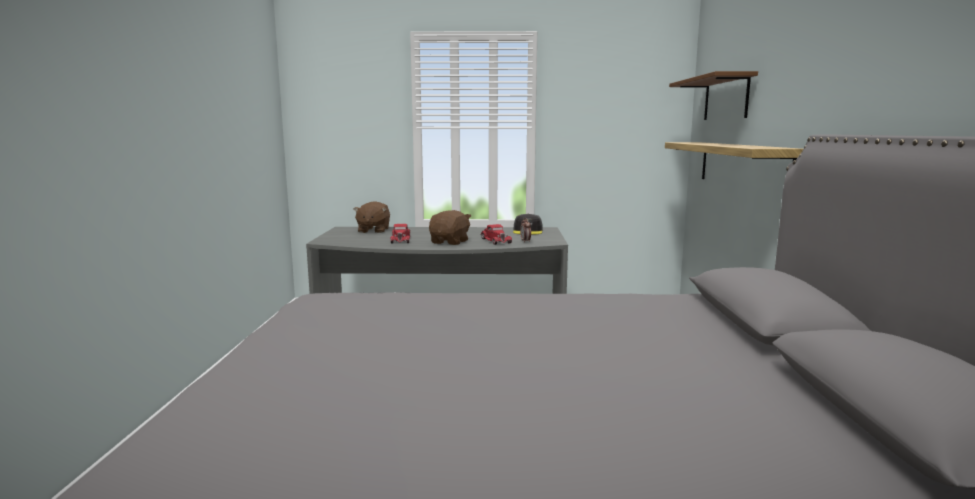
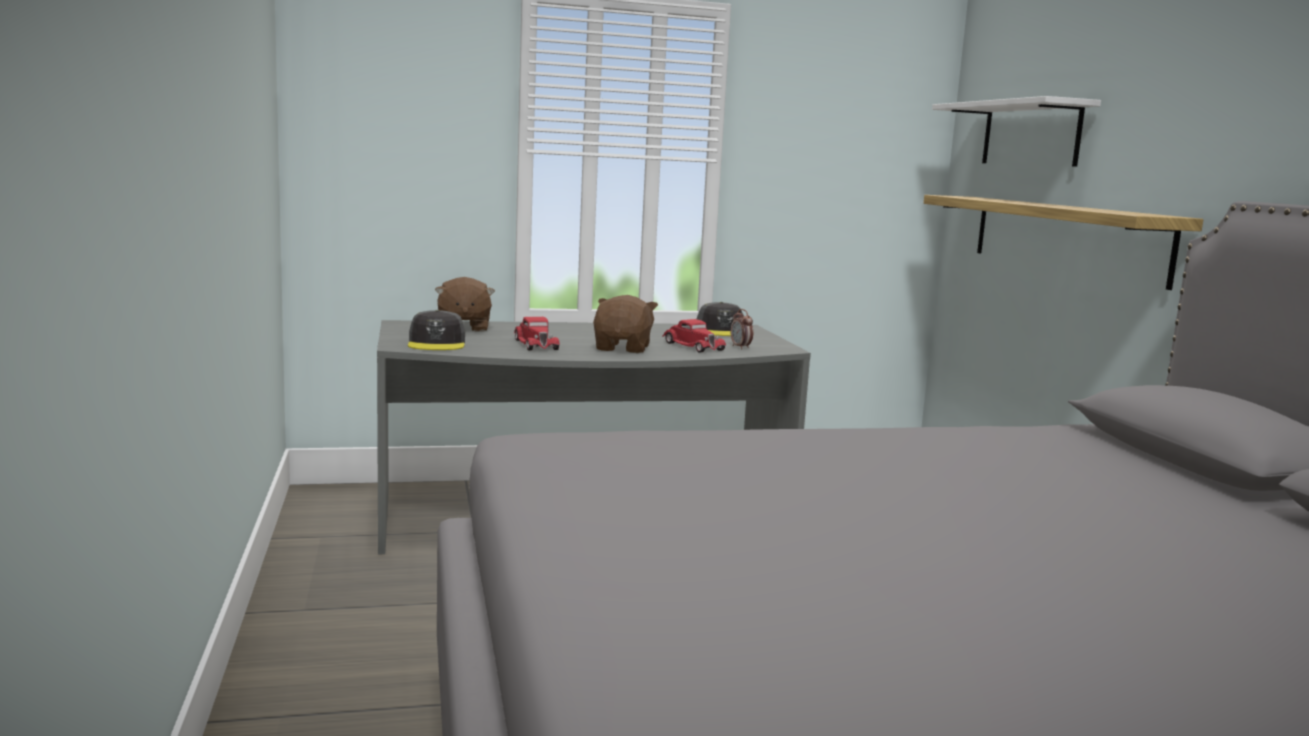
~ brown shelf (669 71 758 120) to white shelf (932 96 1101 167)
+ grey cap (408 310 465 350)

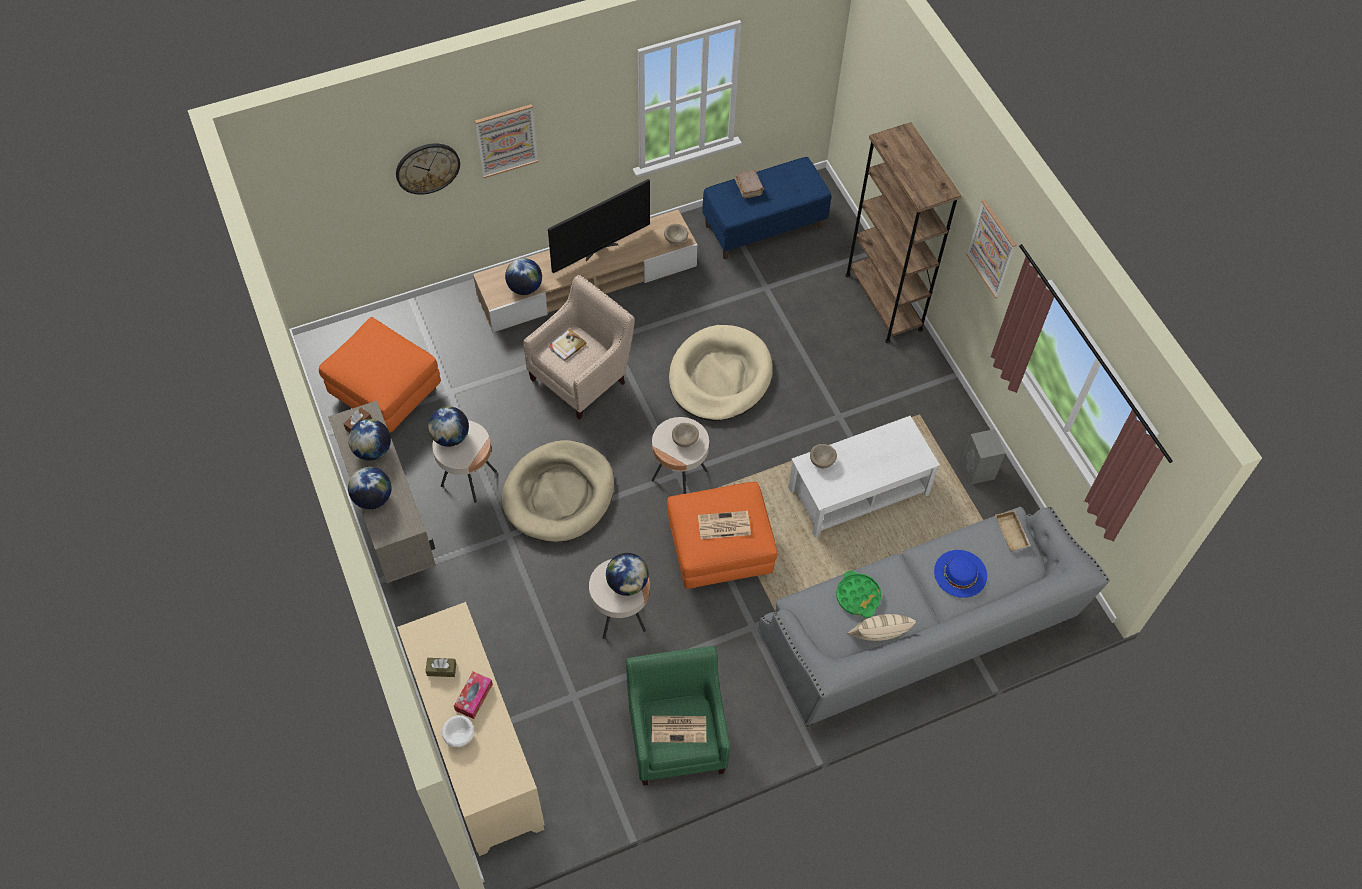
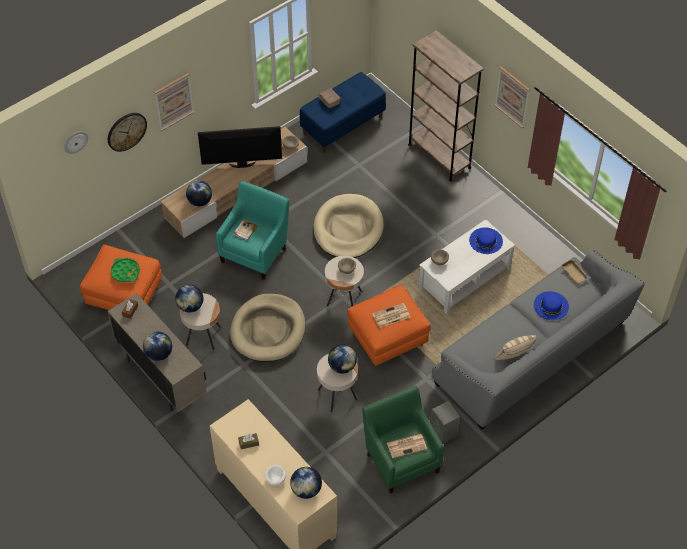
~ television (548 179 650 273) = (198 126 282 168) 135 degrees counterclockwise
~ beige armchair (523 275 635 420) to turquoise armchair (216 181 289 280)
~ globe (348 419 391 461) to (290 467 322 499)
~ grey speaker (961 429 1005 484) to (431 401 460 444)
~ green tray (836 570 882 618) to (111 258 140 282)
- tissue box (454 672 493 719)
+ wall clock (64 131 88 154)
+ blue hat (469 228 503 254)

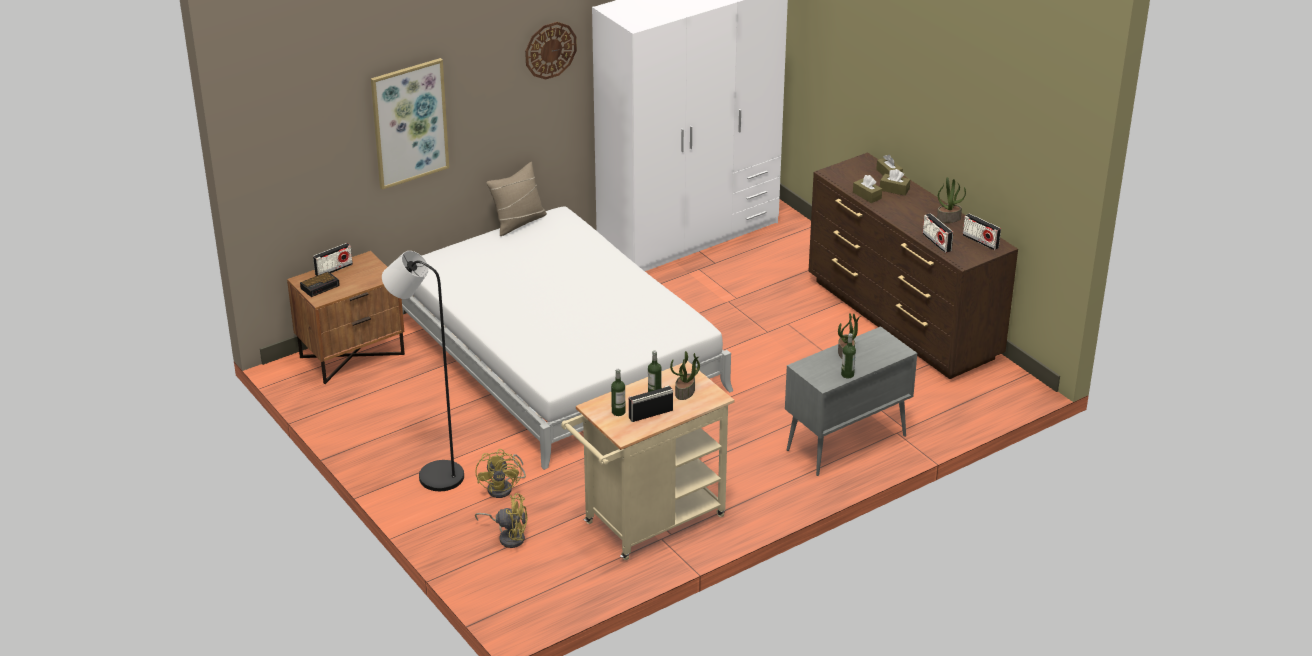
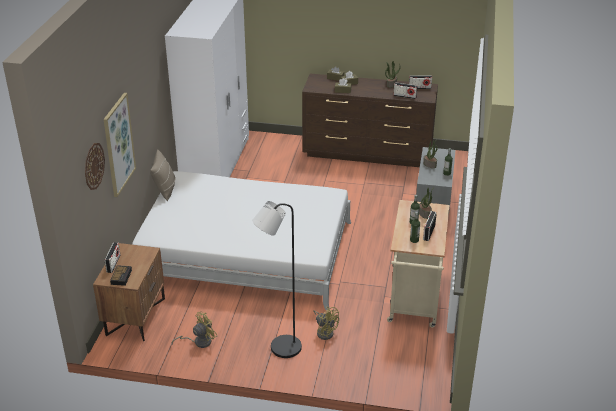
~ wall clock (525 22 577 80) to (85 143 105 190)
~ yellow fan (475 493 528 548) to (172 312 217 348)

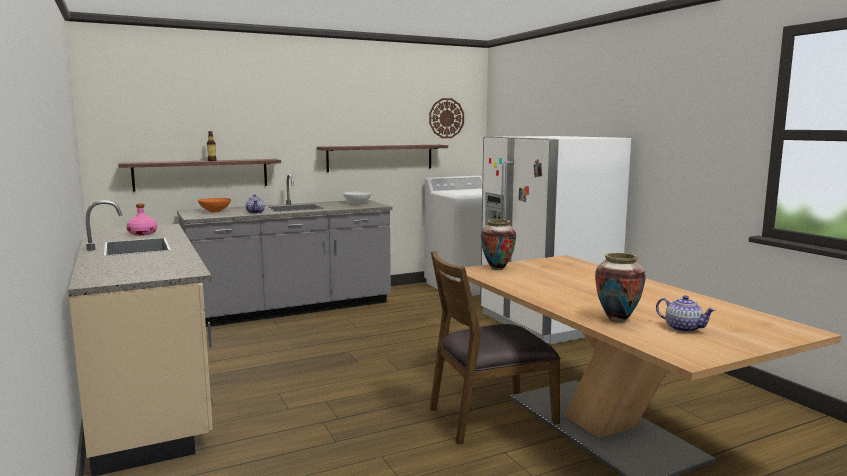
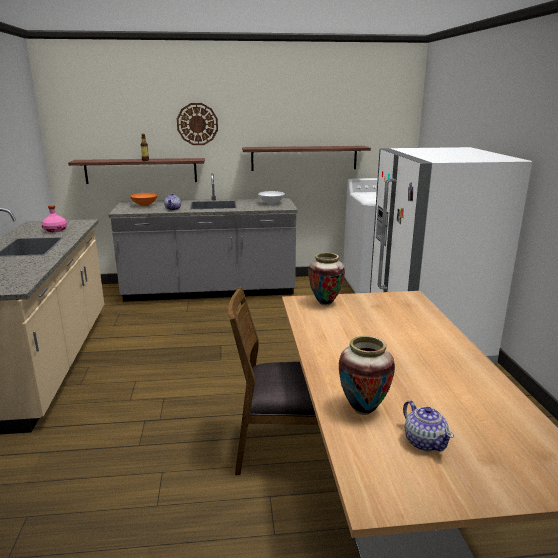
~ wall clock (429 98 464 138) to (177 103 218 145)

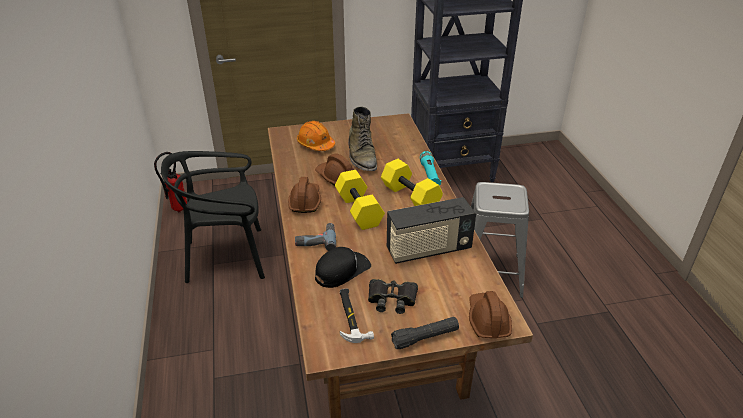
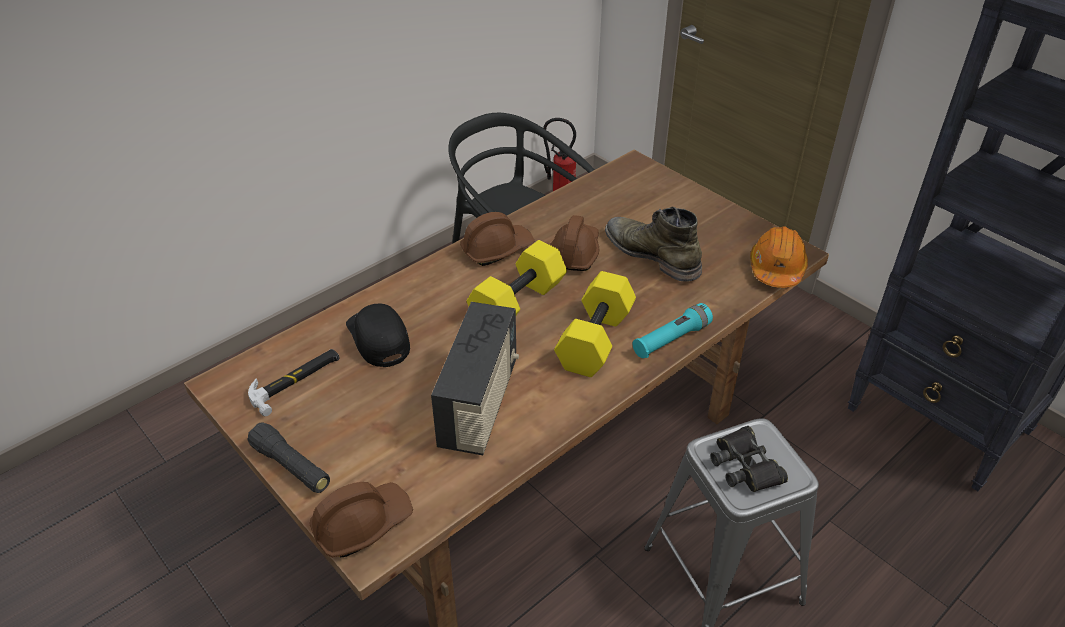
~ green boot (348 106 377 171) = (605 207 702 282) 90 degrees clockwise
~ orange hard hat (297 121 335 151) to (750 226 808 288)
~ radio (387 197 476 264) = (431 302 519 455) 120 degrees counterclockwise
- power drill (295 223 336 251)
~ black cap (315 247 371 288) = (346 303 410 367) 135 degrees counterclockwise
~ black binoculars (368 279 418 314) to (710 426 788 492)

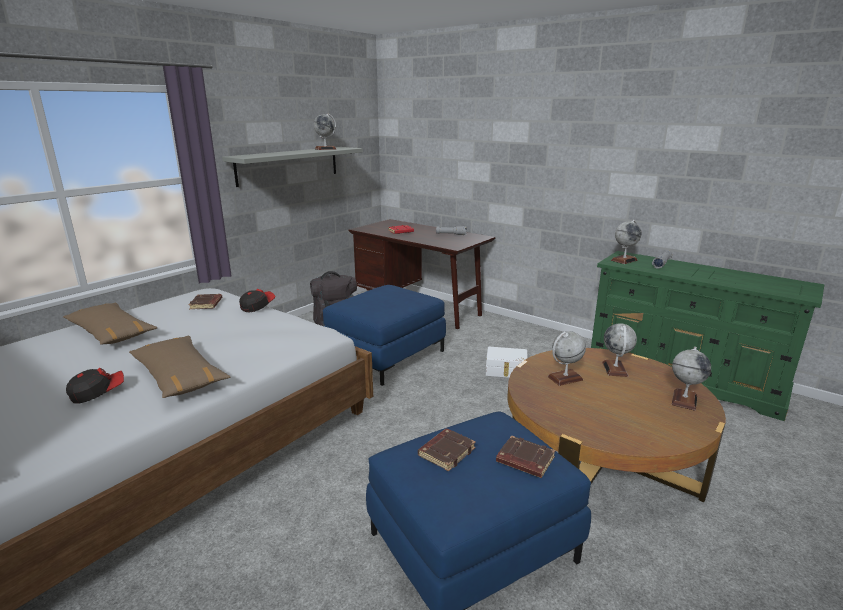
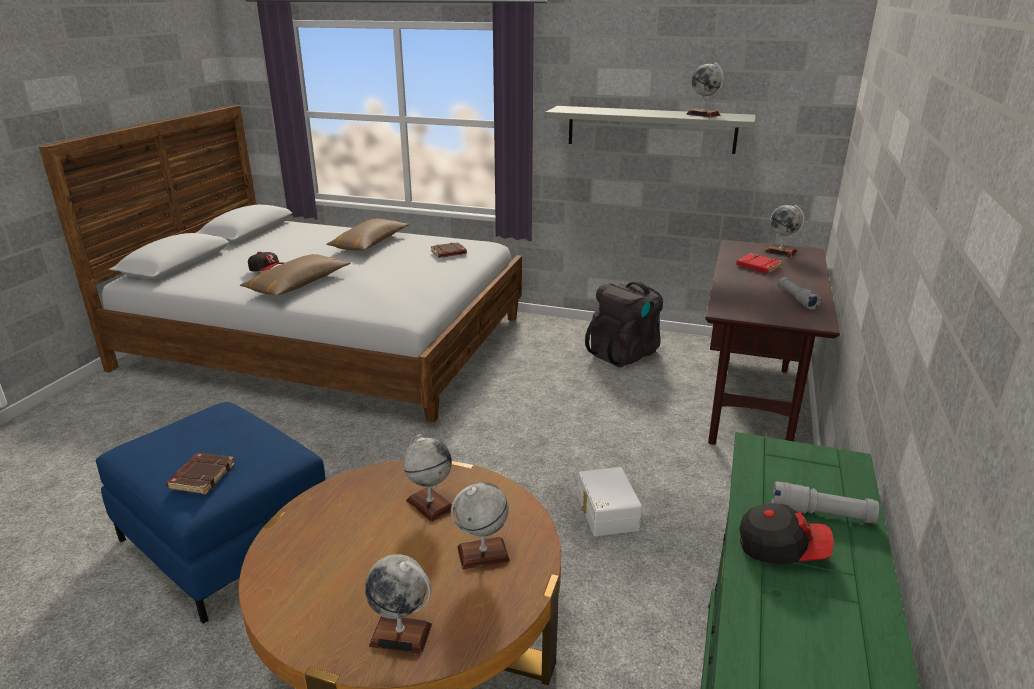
~ globe (611 220 641 264) to (764 205 805 257)
- blue ottoman (323 285 446 386)
~ cap (239 289 276 313) to (739 503 834 564)
- brown book (418 429 476 471)

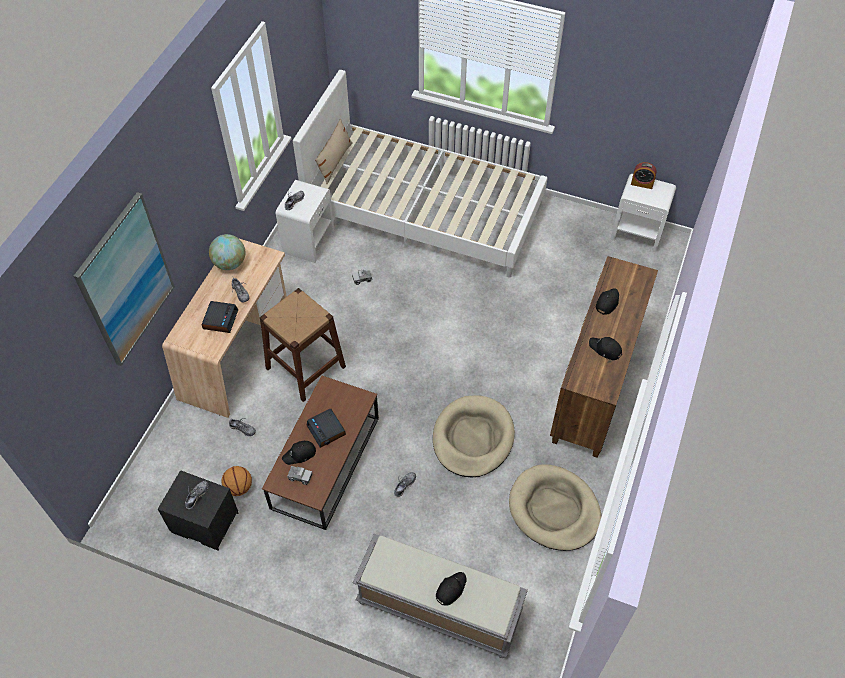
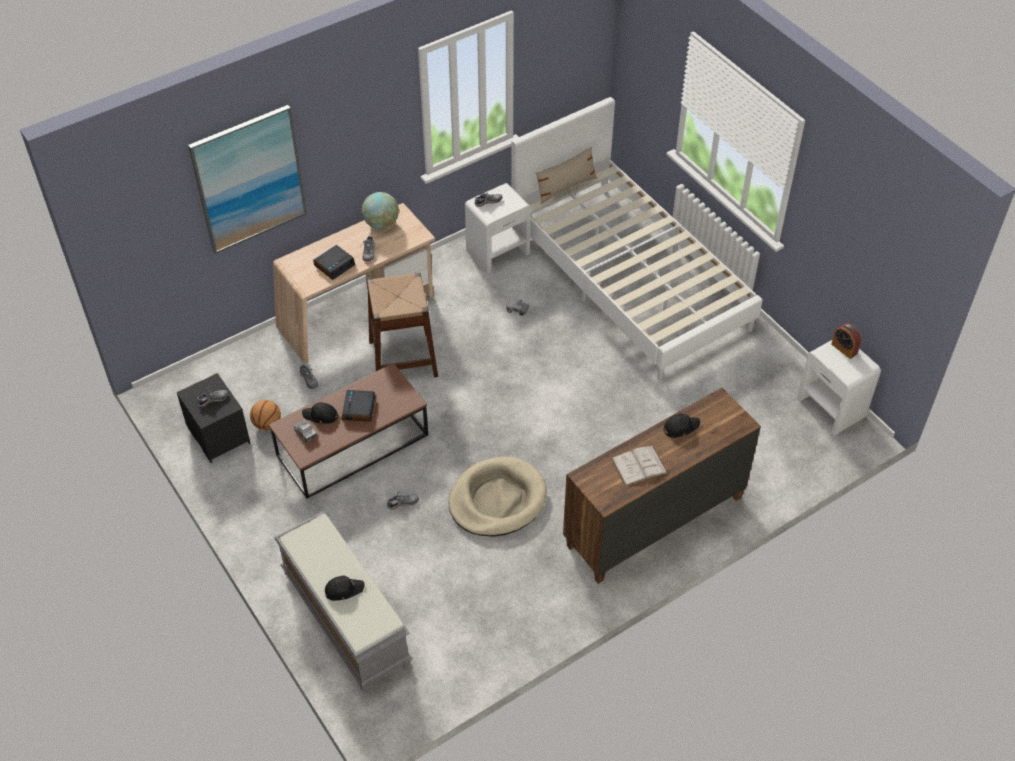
~ black cap (589 337 622 360) to white book (611 446 668 486)
- beige dog bed (509 464 601 551)

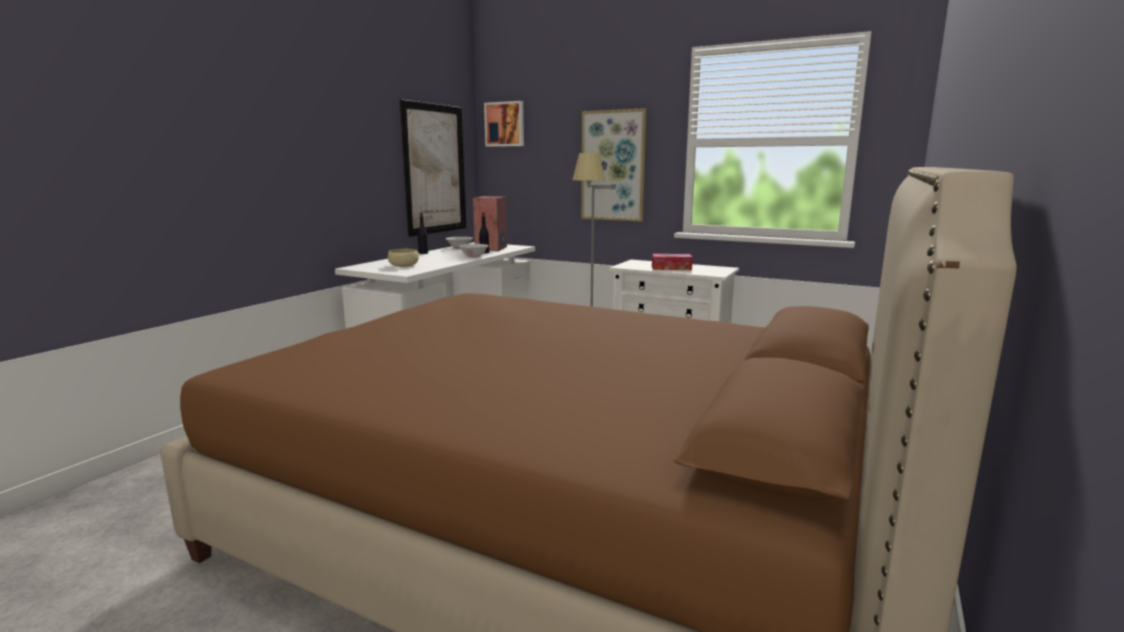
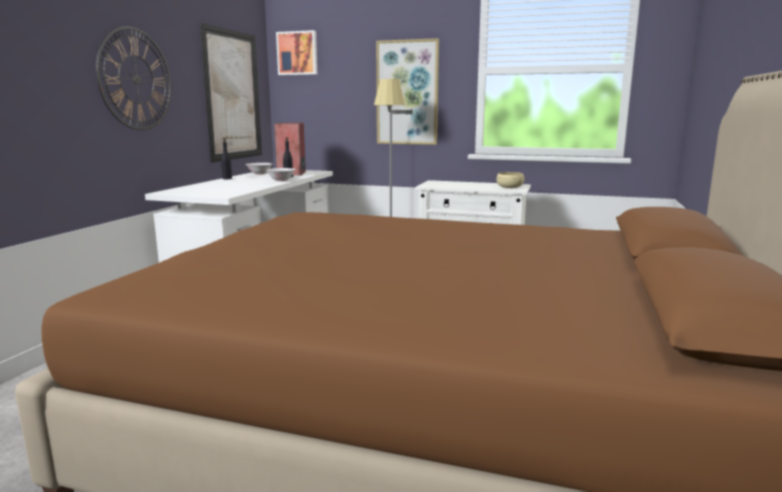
~ beige bowl (388 249 419 267) to (496 172 524 188)
- tissue box (652 254 693 270)
+ wall clock (96 26 171 130)

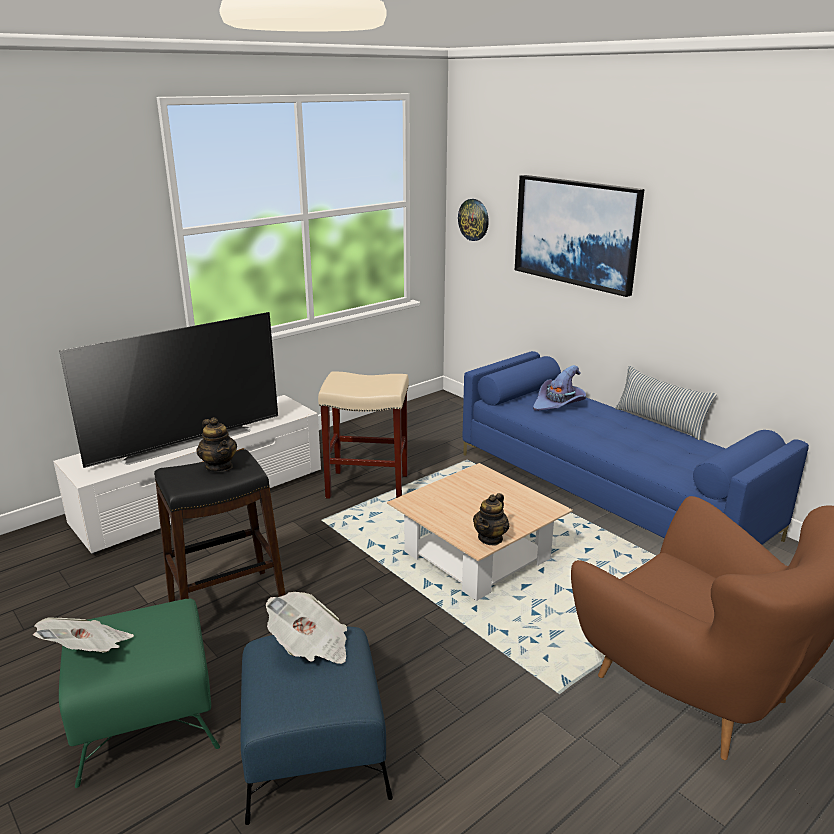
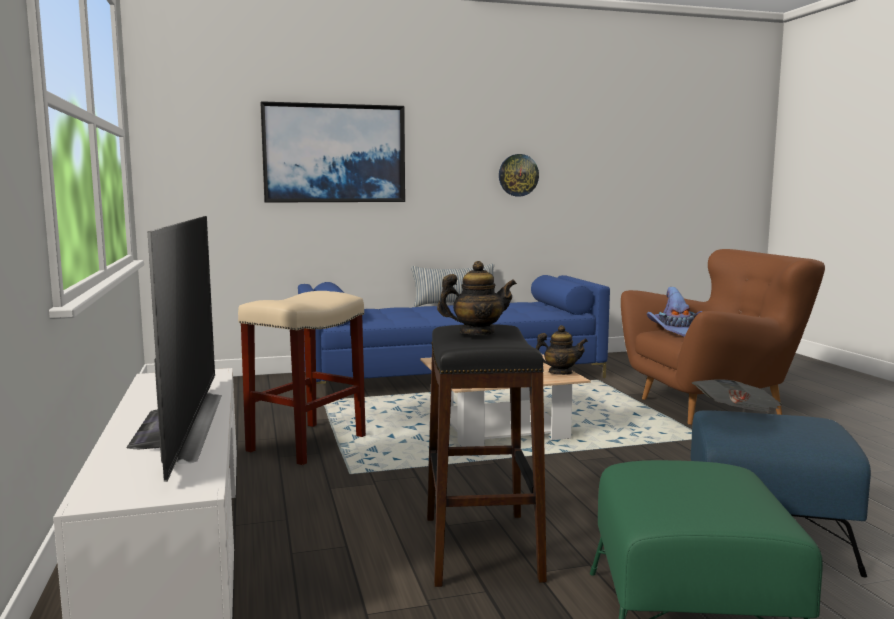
~ wall clock (458 199 489 241) to (499 154 539 196)
~ purple hat (533 365 586 411) to (647 287 703 337)
~ teapot (473 493 509 545) = (536 325 588 375) 45 degrees counterclockwise
- newspaper (33 617 134 653)

